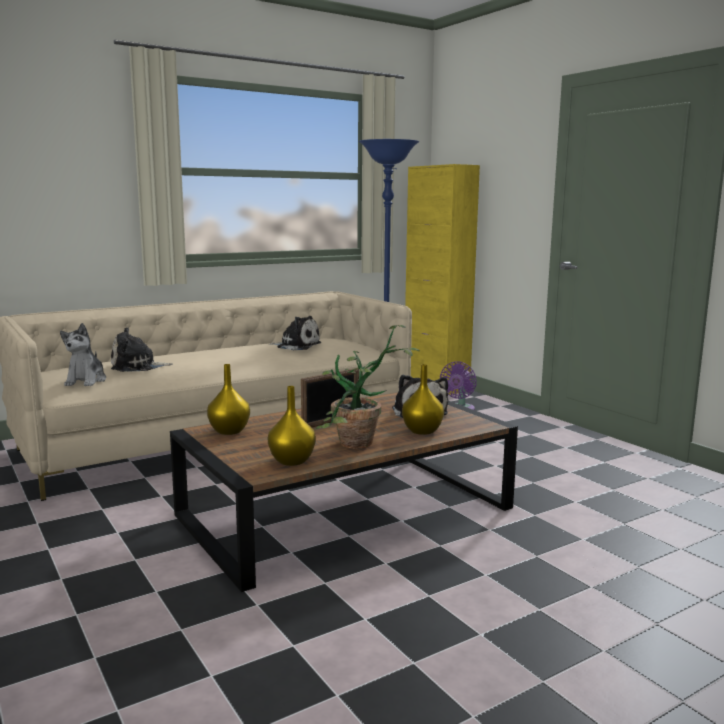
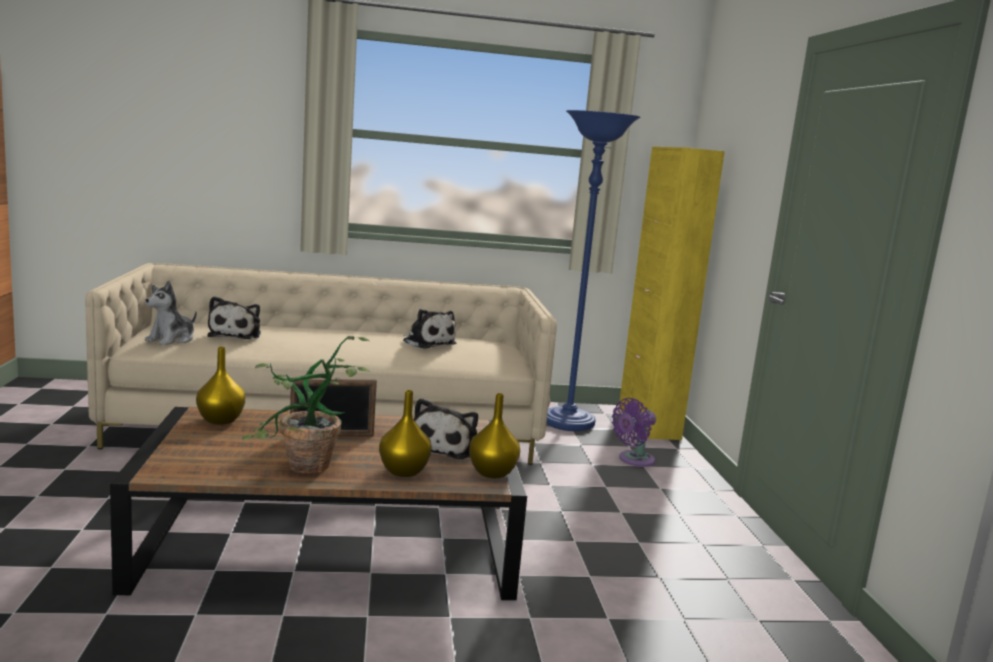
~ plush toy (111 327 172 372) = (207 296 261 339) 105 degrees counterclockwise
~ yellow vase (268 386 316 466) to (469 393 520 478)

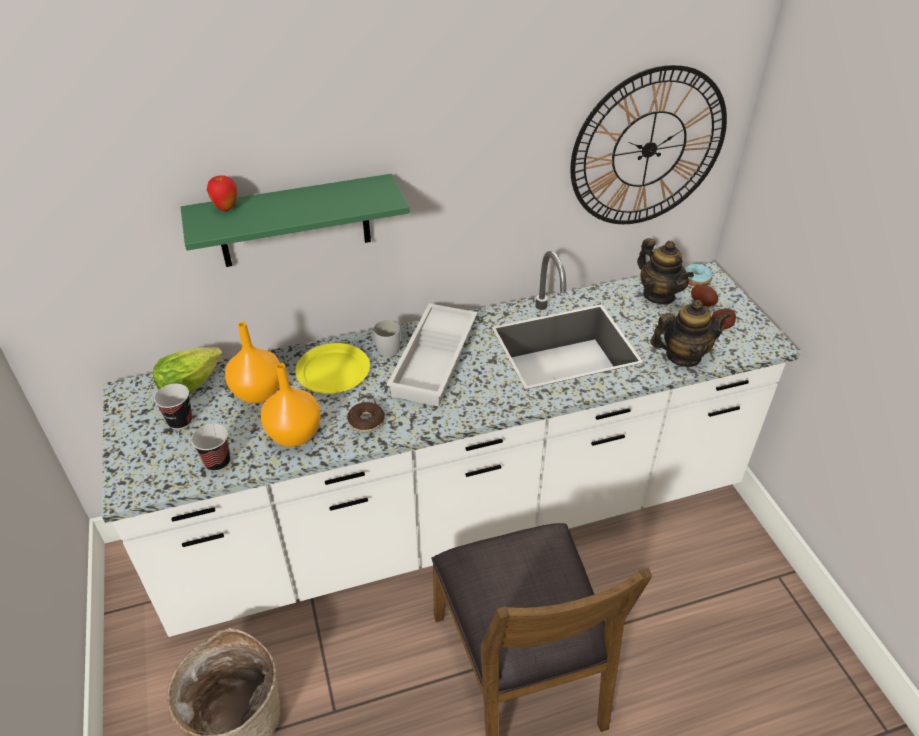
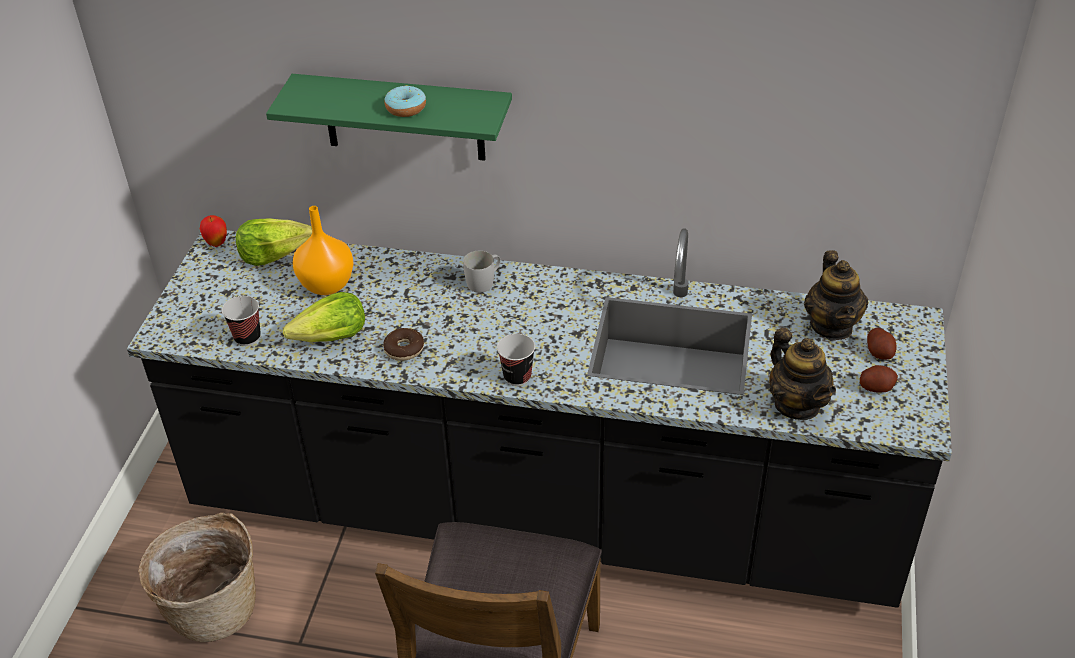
- wall clock (570 65 727 224)
~ apple (207 175 237 211) to (200 215 227 247)
~ white counter (102 251 801 637) to black counter (127 228 952 608)
~ donut (685 264 713 286) to (384 85 426 117)
~ teapot (650 300 731 367) = (769 328 836 420) 45 degrees clockwise
- white tray (387 303 477 407)
- yellow plate (295 343 370 394)
~ orange vase (261 363 321 447) to lettuce (283 292 365 342)
~ cup (154 384 192 430) to (497 334 535 386)

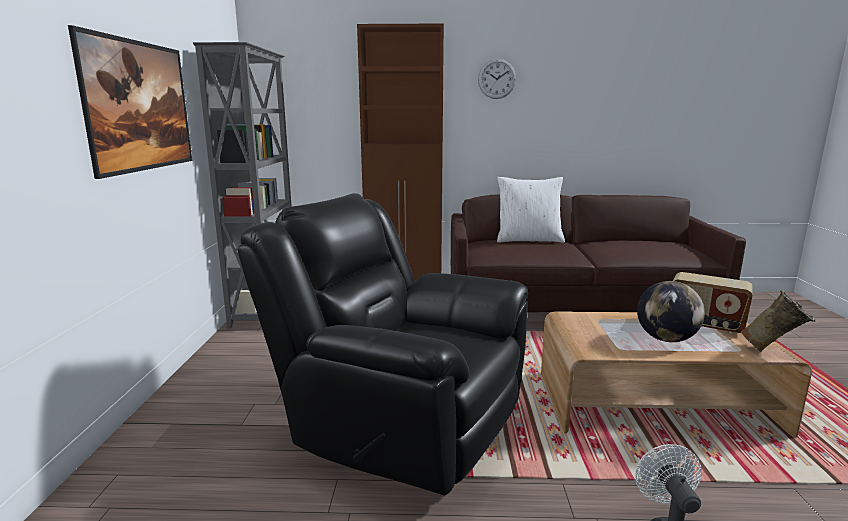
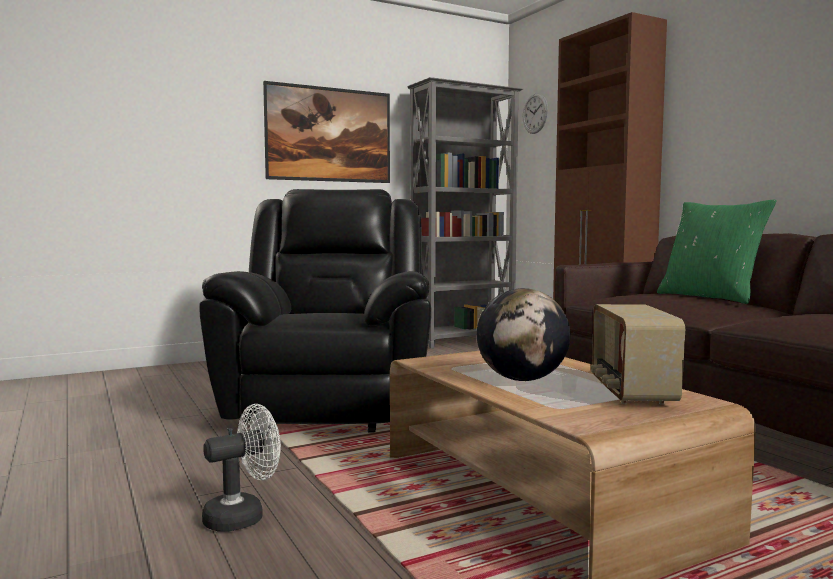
~ wall clock (478 59 516 99) to (523 93 548 134)
~ white pillow (497 177 565 243) to green pillow (657 200 777 304)
- beige vase (741 290 816 351)

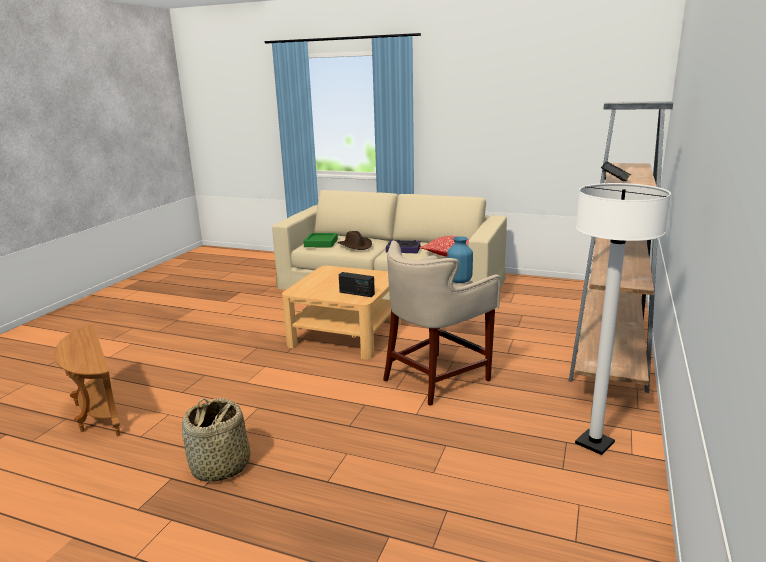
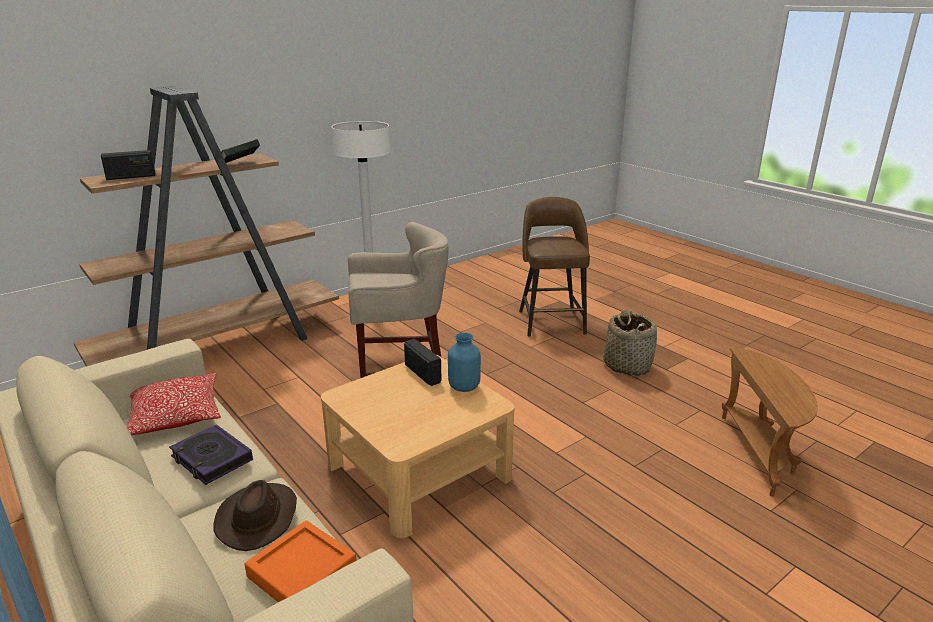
~ green tray (303 233 338 248) to orange tray (244 520 357 602)
~ blue vase (447 236 473 283) to (448 333 481 392)
+ radio (101 150 156 180)
+ brown stool (519 197 590 337)

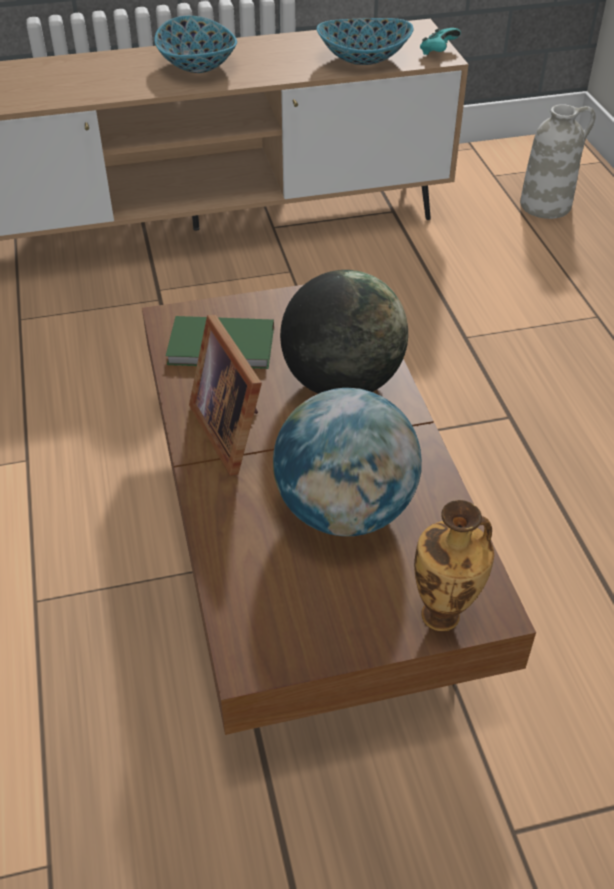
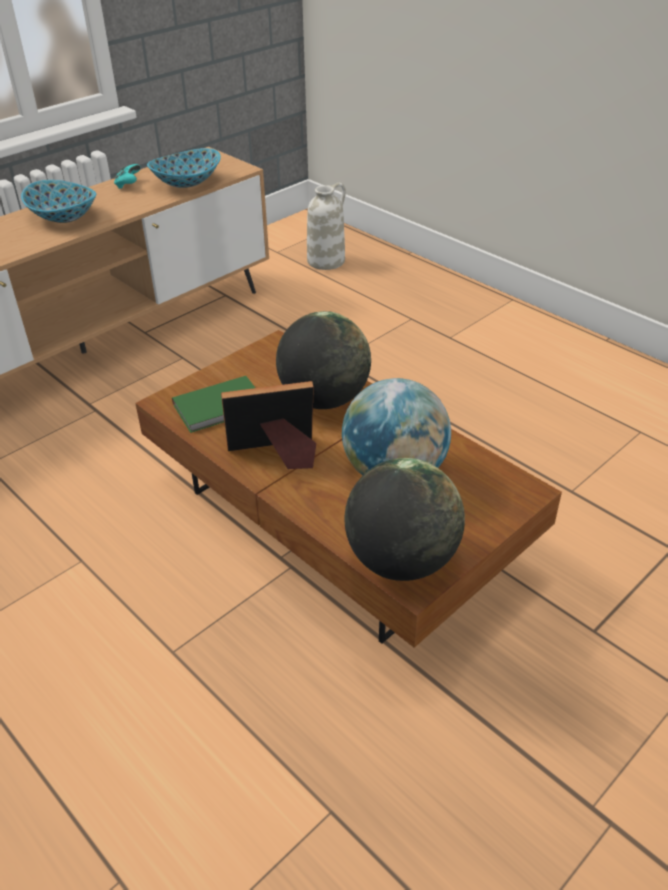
~ turquoise game controller (420 28 461 55) to (114 164 141 189)
~ picture frame (189 315 262 476) = (221 381 316 469) 135 degrees clockwise
- vase (414 500 494 631)
+ globe (344 458 465 581)

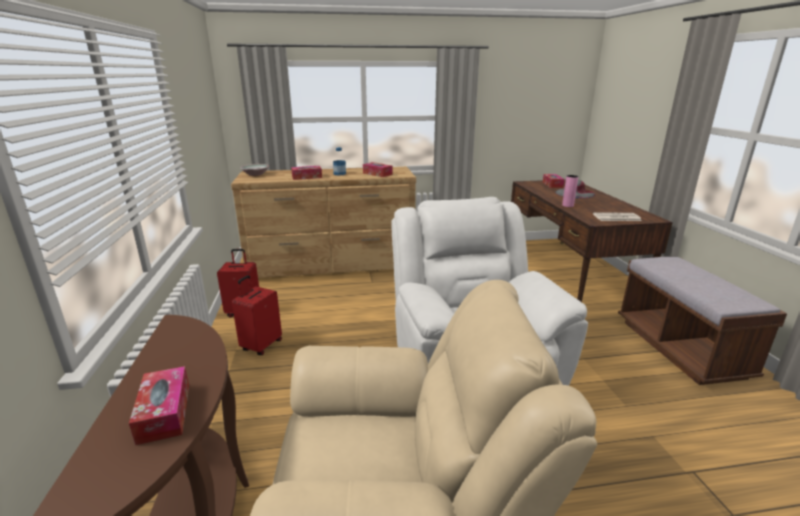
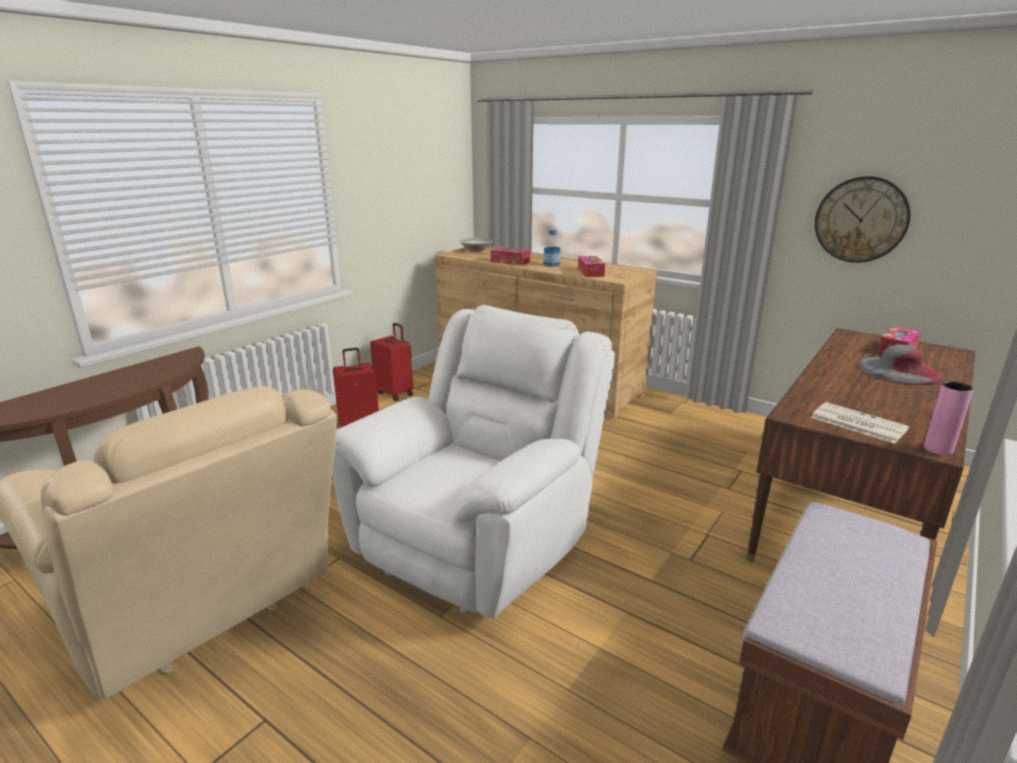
~ pink vase (562 175 578 207) to (924 381 973 455)
- tissue box (129 366 189 445)
+ wall clock (815 176 911 263)

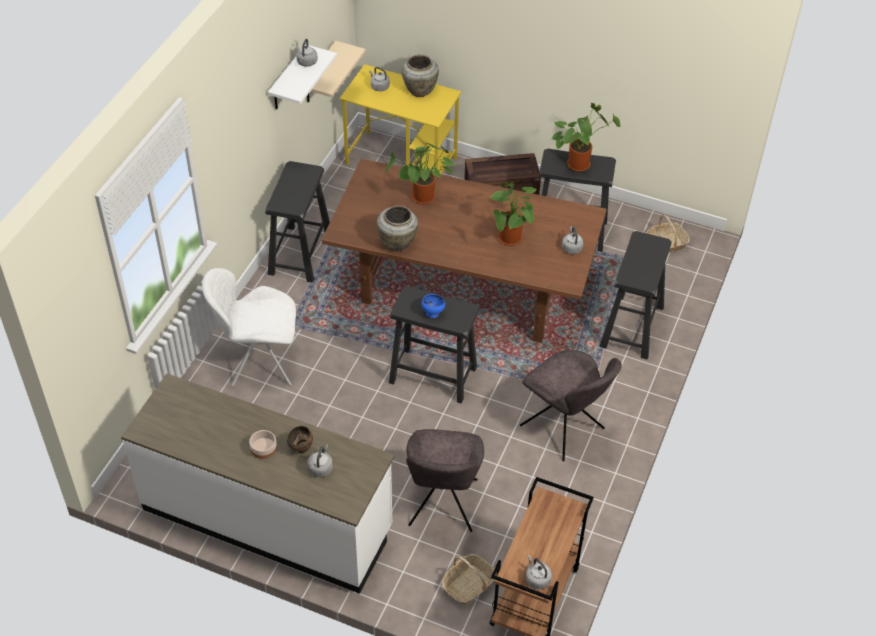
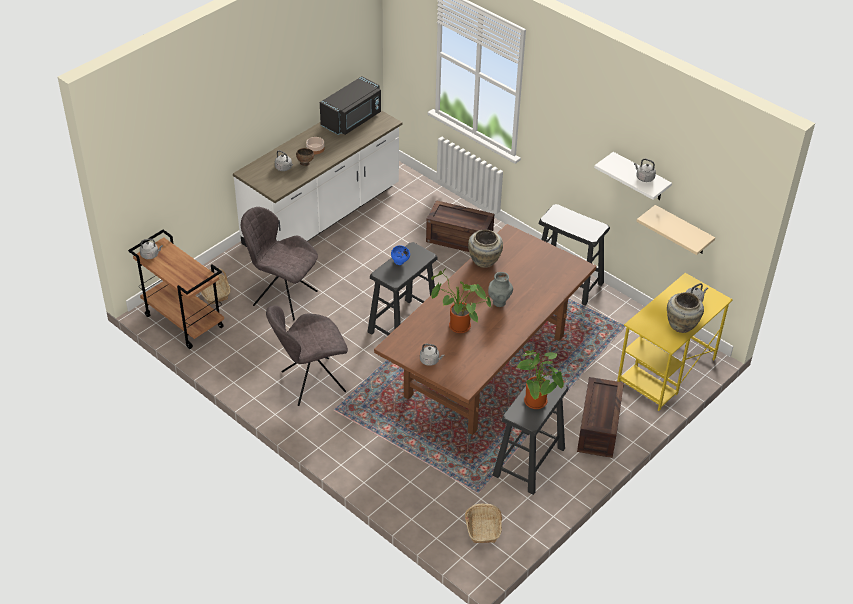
- potted plant (386 143 455 204)
- black stool (600 231 672 359)
~ white chair (202 268 296 386) to crate (426 200 494 252)
+ black microwave (320 76 381 135)
+ grey vase (488 272 513 307)

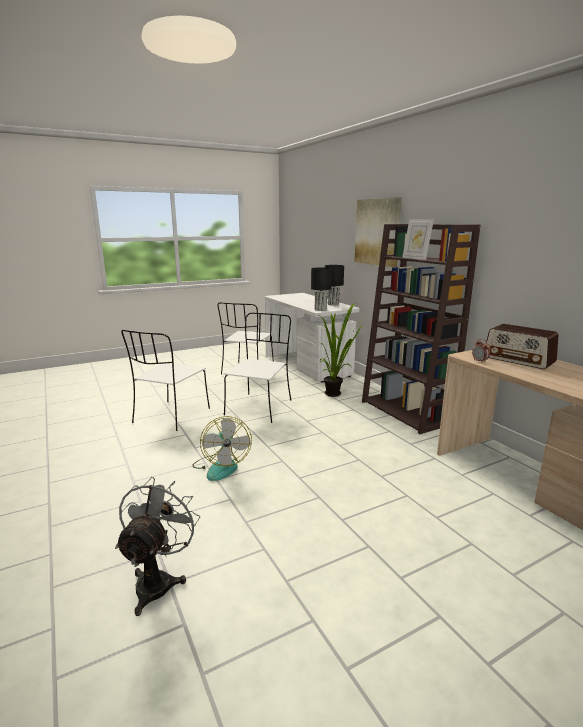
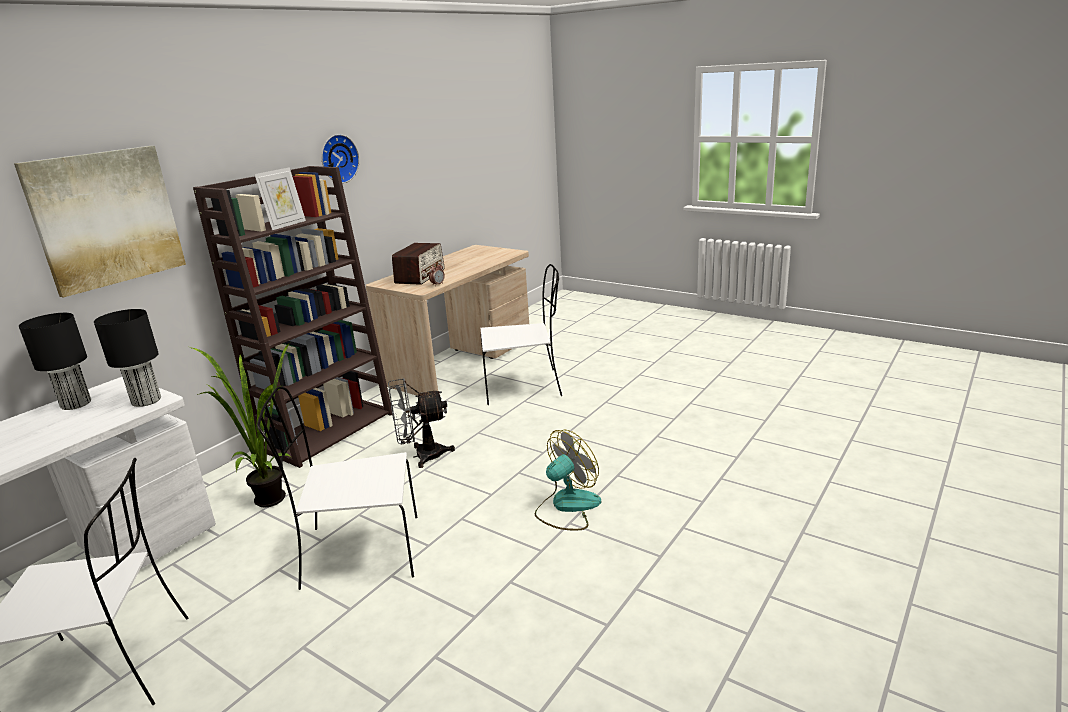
~ white chair (121 330 210 431) to (481 264 562 405)
~ grey fan (115 477 200 616) to (388 379 455 468)
+ wall clock (321 134 359 183)

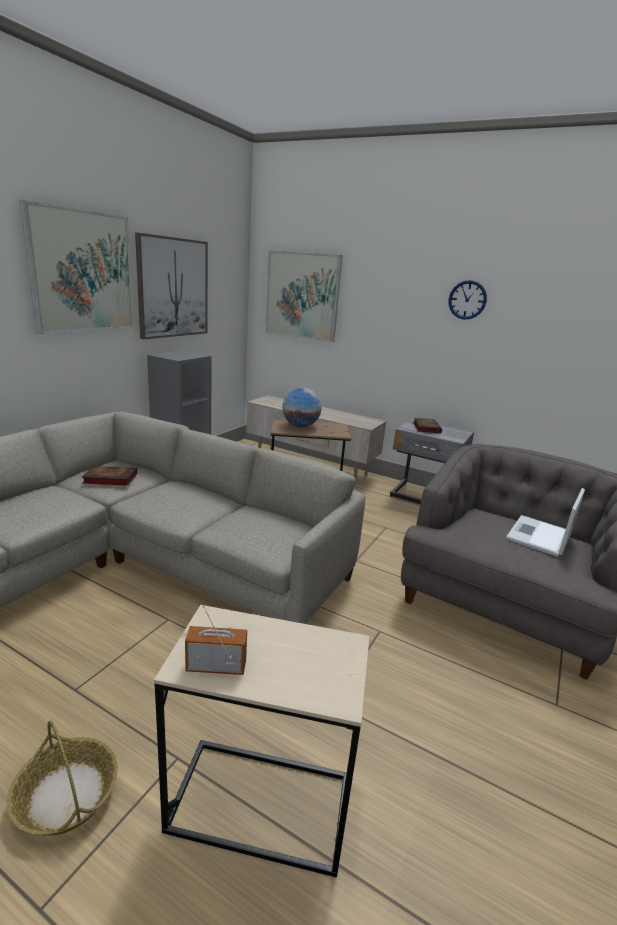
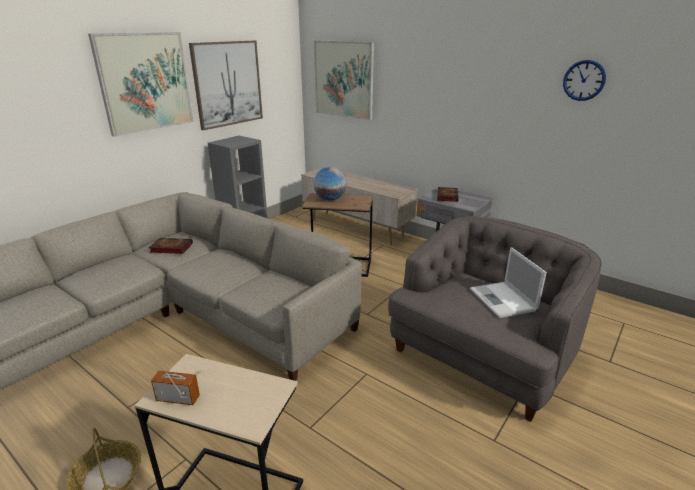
~ wall clock (449 280 487 319) to (563 60 606 101)
~ laptop (506 488 585 557) = (470 247 547 318) 60 degrees counterclockwise

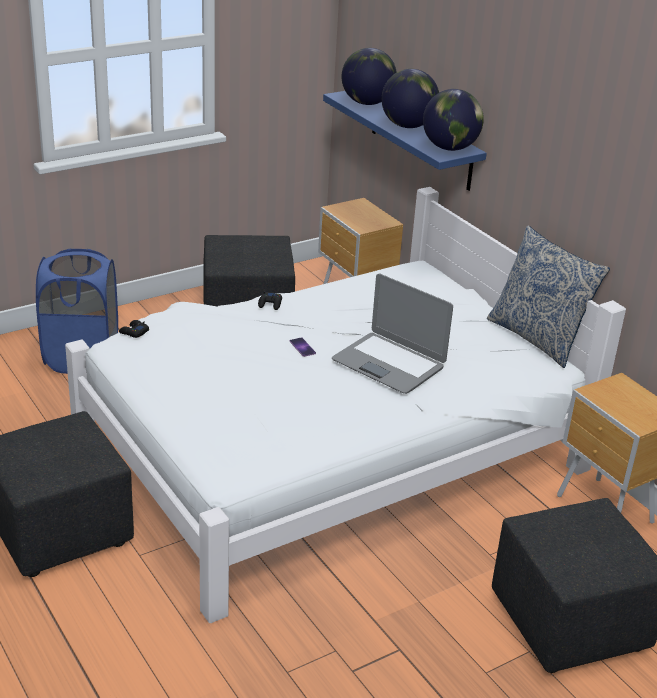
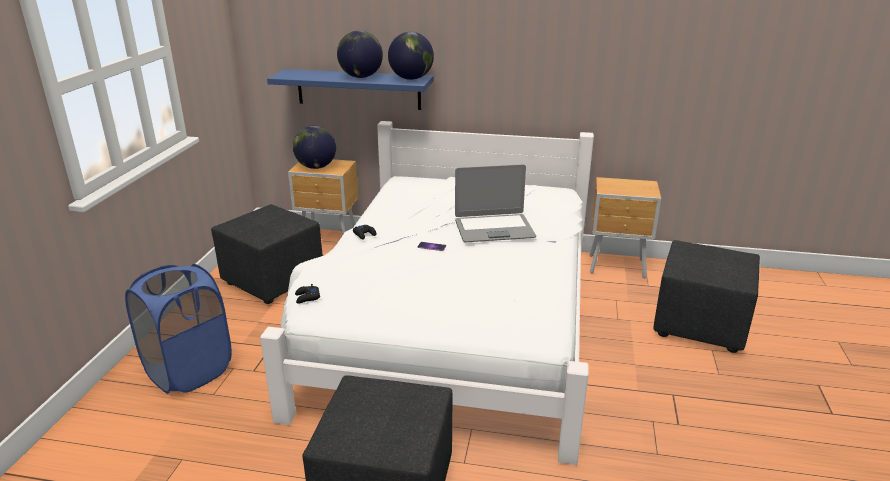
~ globe (342 48 397 105) to (293 126 336 169)
- pillow (487 225 610 368)

